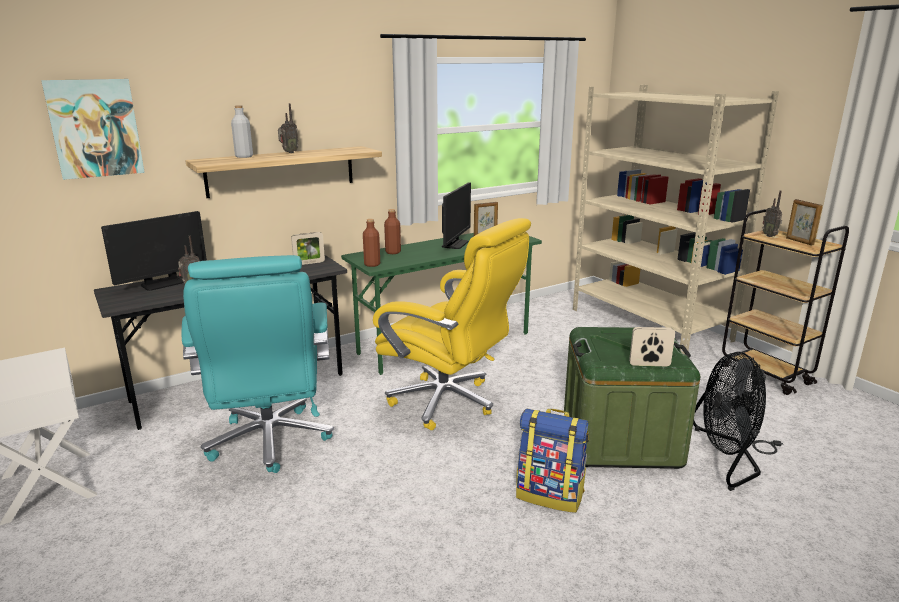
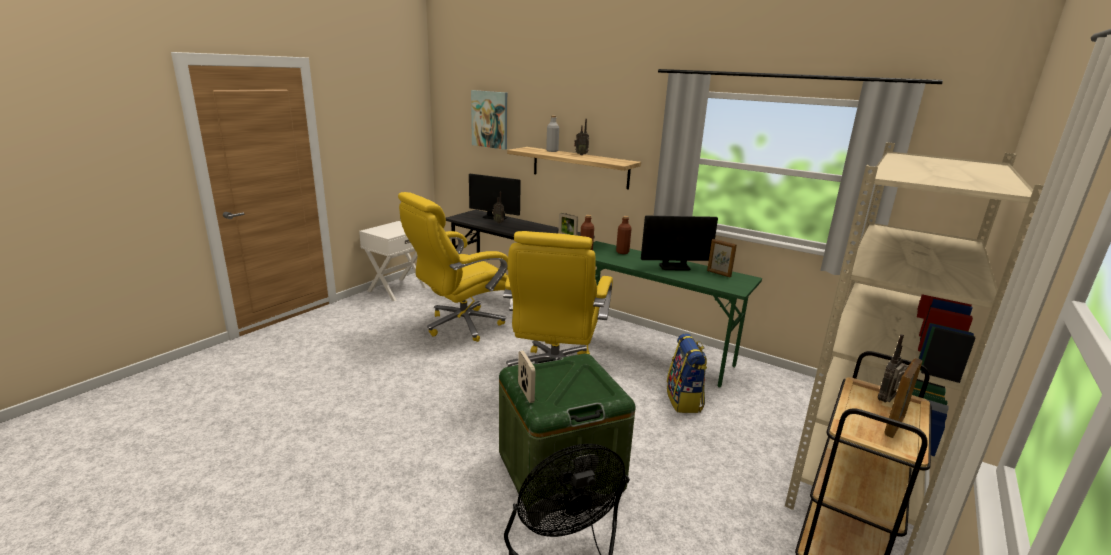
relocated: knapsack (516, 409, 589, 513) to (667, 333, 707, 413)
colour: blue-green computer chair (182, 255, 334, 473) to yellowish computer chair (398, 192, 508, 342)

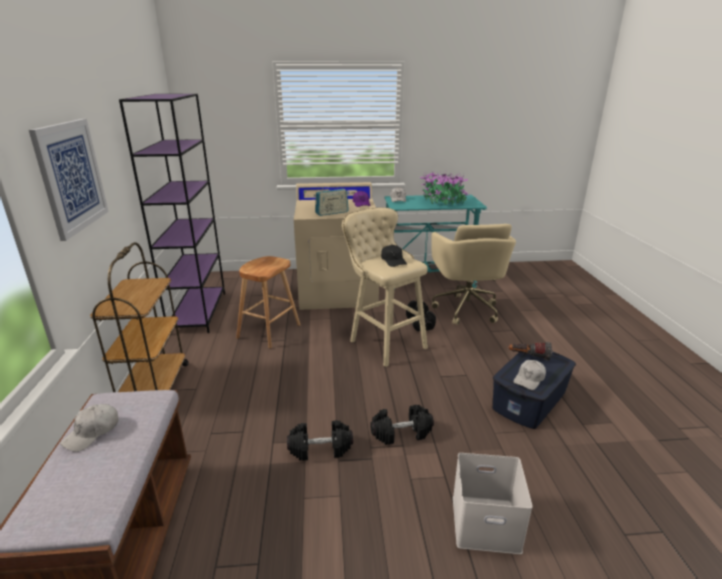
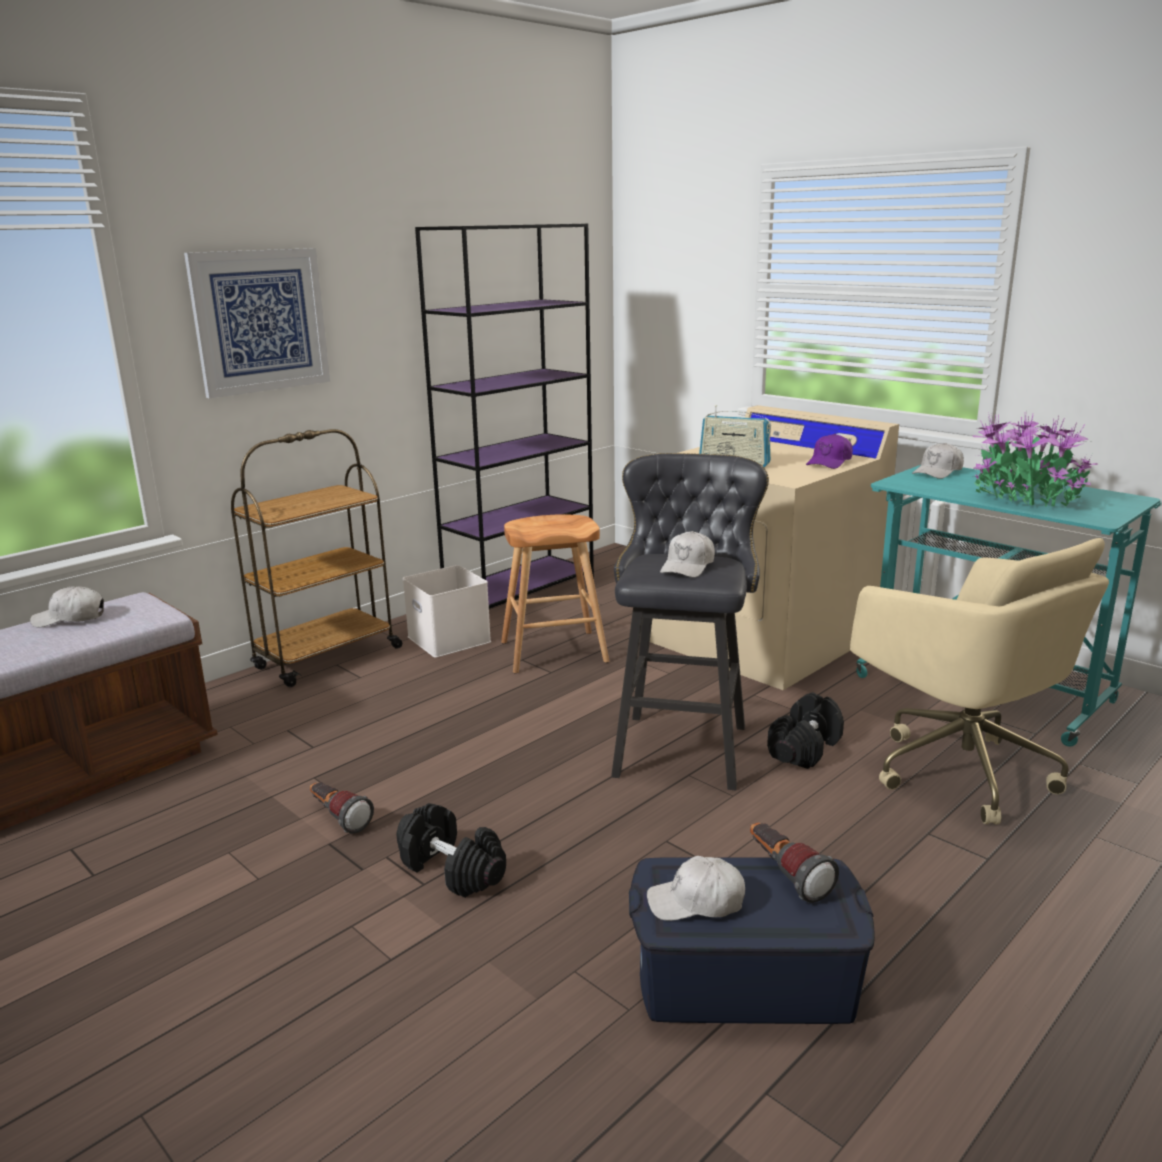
relocated: white storage bin (453, 453, 533, 554) to (403, 565, 491, 658)
exchanged: black hand weight (287, 420, 353, 461) to flashlight (310, 782, 374, 834)
colour: sand-coloured stool (342, 207, 428, 367) to black stool (611, 453, 769, 790); black cap (381, 245, 407, 267) to white cap (660, 531, 715, 578)
spun: sand-coloured computer chair (431, 224, 516, 325) = (850, 538, 1109, 824) 75 degrees counterclockwise

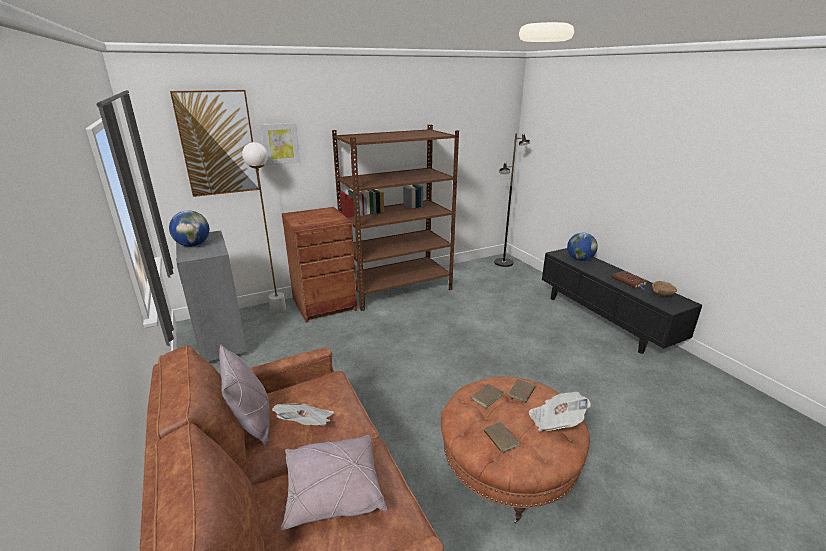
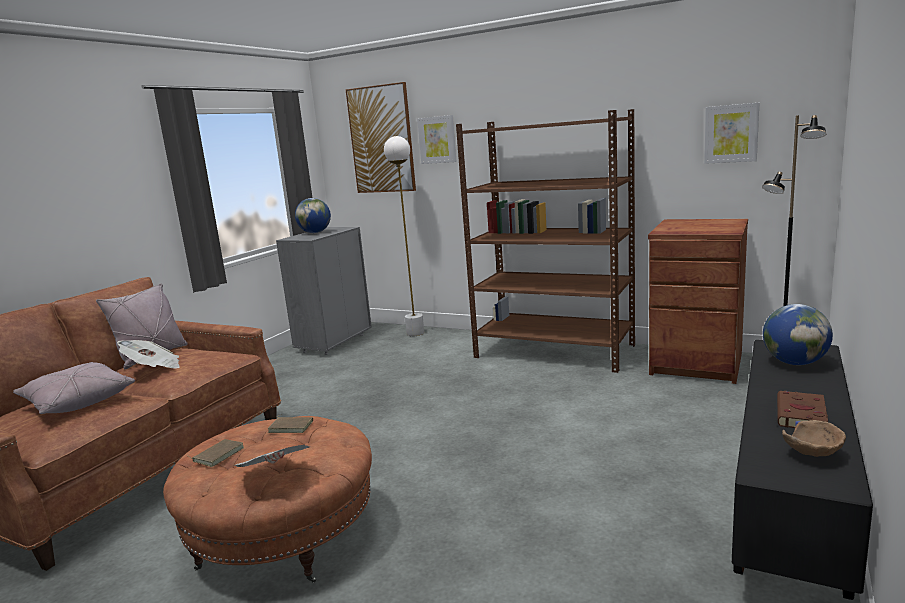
missing: brown volume (508, 379, 540, 403)
appeared: wall art (704, 103, 759, 164)
relocated: brown dresser (282, 207, 357, 323) to (648, 219, 748, 384)

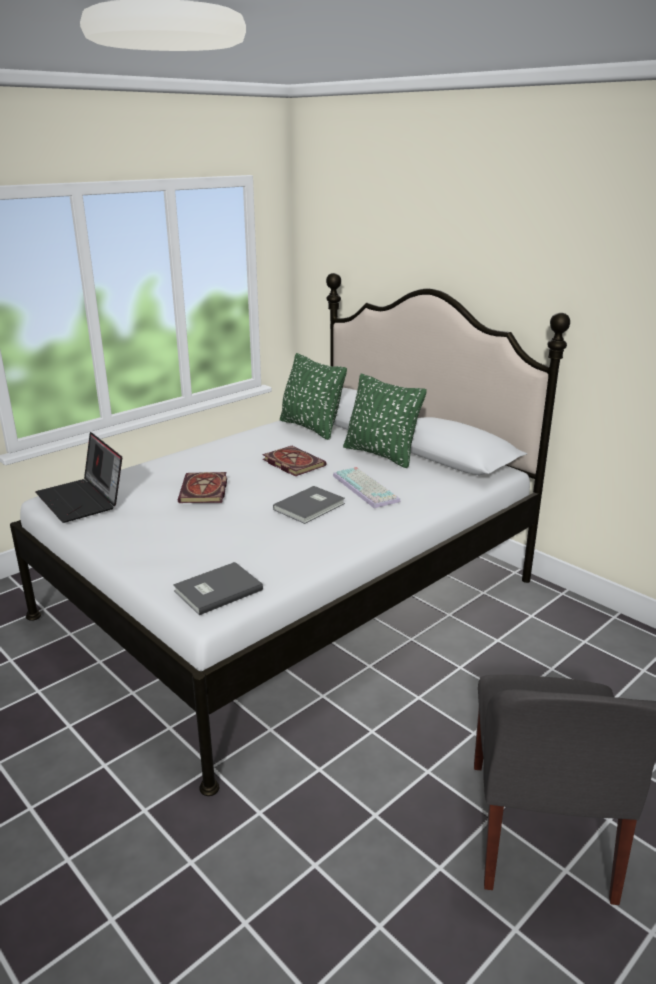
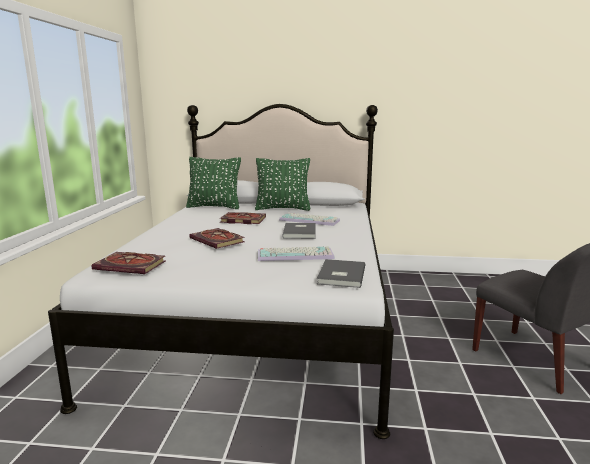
appeared: keyboard (258, 247, 335, 261)
exchanged: portable computer (36, 432, 122, 523) to volume (91, 252, 165, 274)

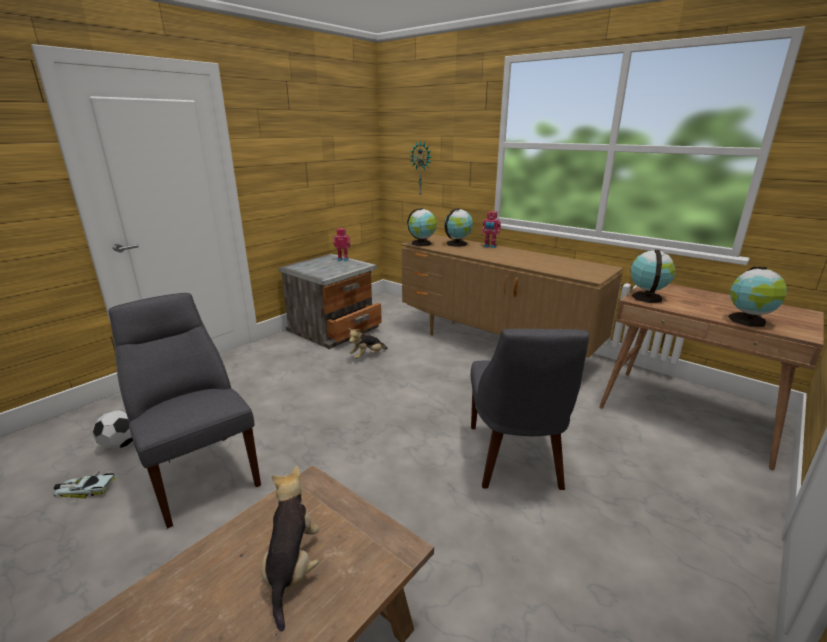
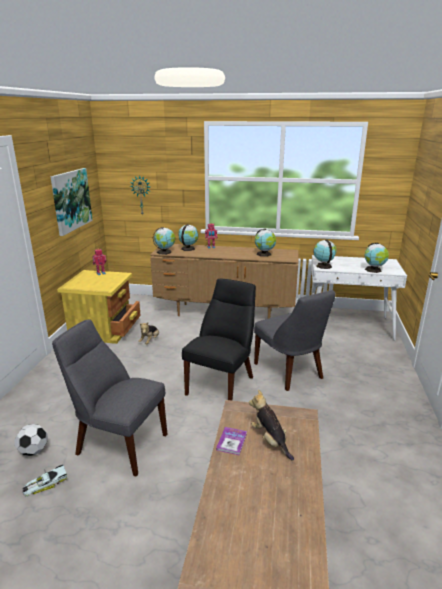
appeared: wall art (50, 168, 93, 236); globe (255, 229, 276, 257); black plain chair (182, 279, 256, 401); volume (216, 427, 247, 455)
colour: greyish bedside table (279, 254, 382, 349) to yellowish bedside table (57, 270, 141, 344); brown desk (599, 284, 824, 470) to white desk (311, 255, 407, 341)

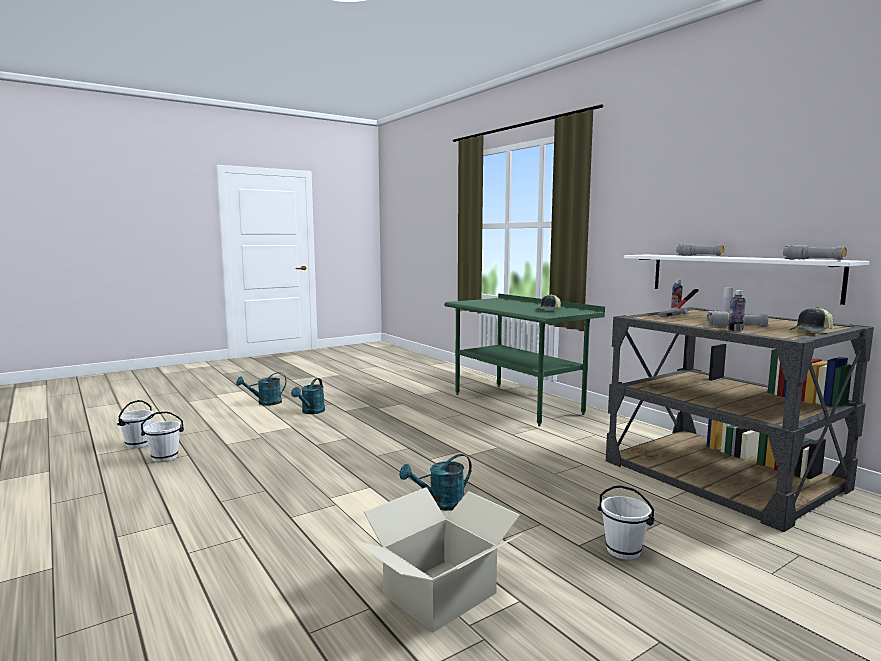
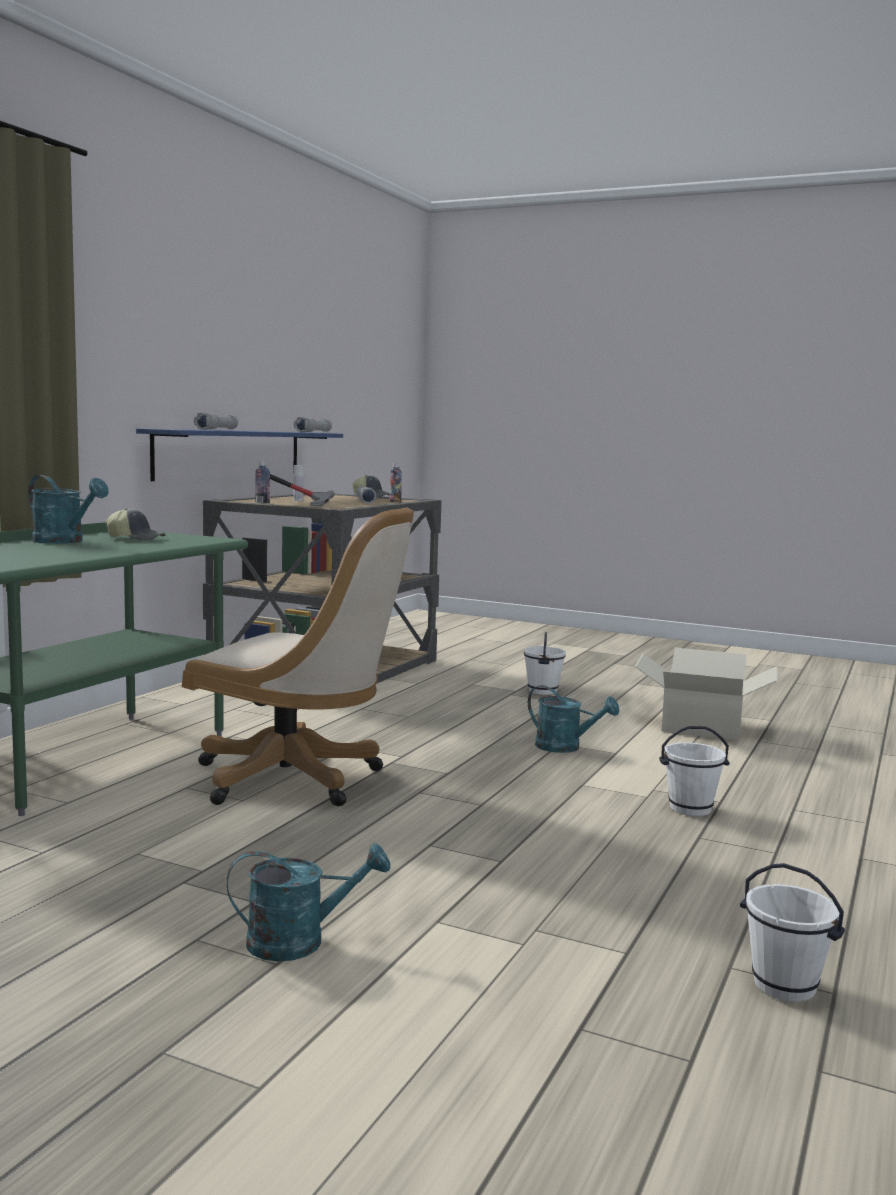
appeared: computer chair (182, 508, 414, 806)
relocated: blue-green sprinkling can (236, 372, 286, 406) to (28, 475, 109, 544); white water bucket (117, 400, 154, 448) to (659, 726, 730, 816)
colour: white wall shelf (624, 255, 870, 305) to blue-coloured wall shelf (136, 428, 343, 481)

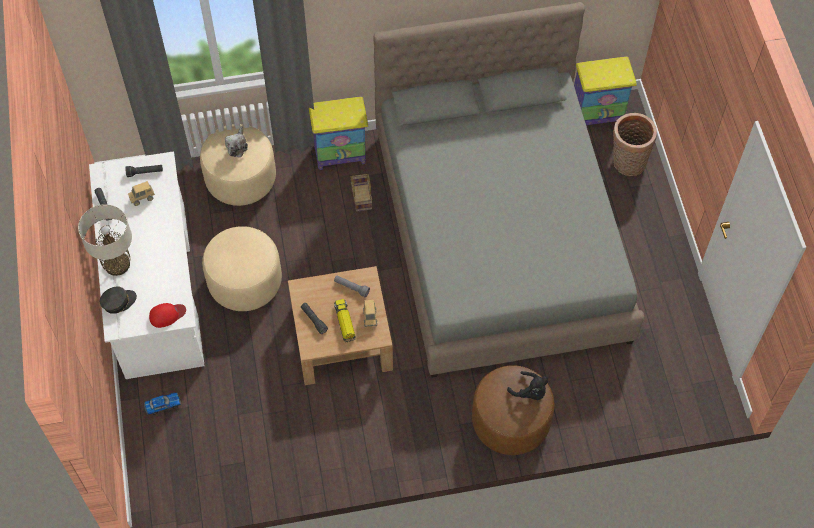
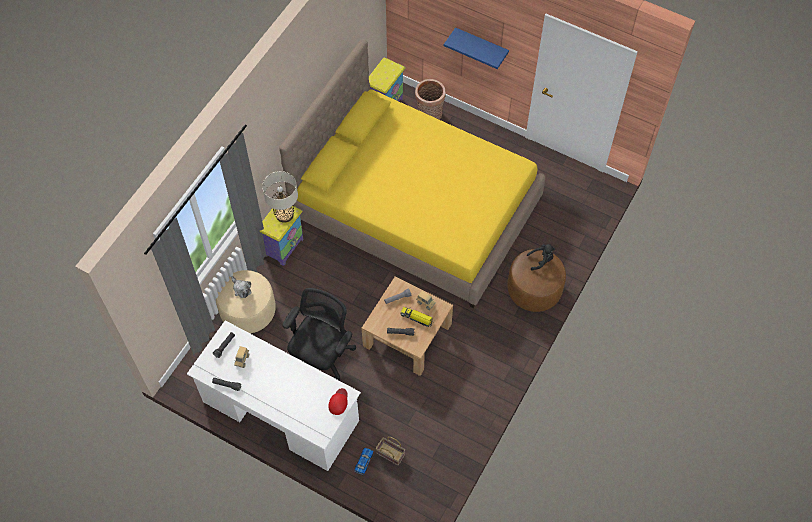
missing: greyish cap (100, 286, 137, 314)
appeared: blue-coloured wall shelf (444, 27, 509, 69)
relocated: basket (350, 174, 372, 212) to (376, 437, 405, 465); table lamp (78, 204, 132, 276) to (262, 171, 298, 223)
exchanged: sand-coloured footrest (202, 226, 282, 311) to black computer chair (282, 288, 356, 380)
colour: greyish bedroom bed (374, 2, 644, 378) to yellowish bedroom bed (279, 39, 546, 308)

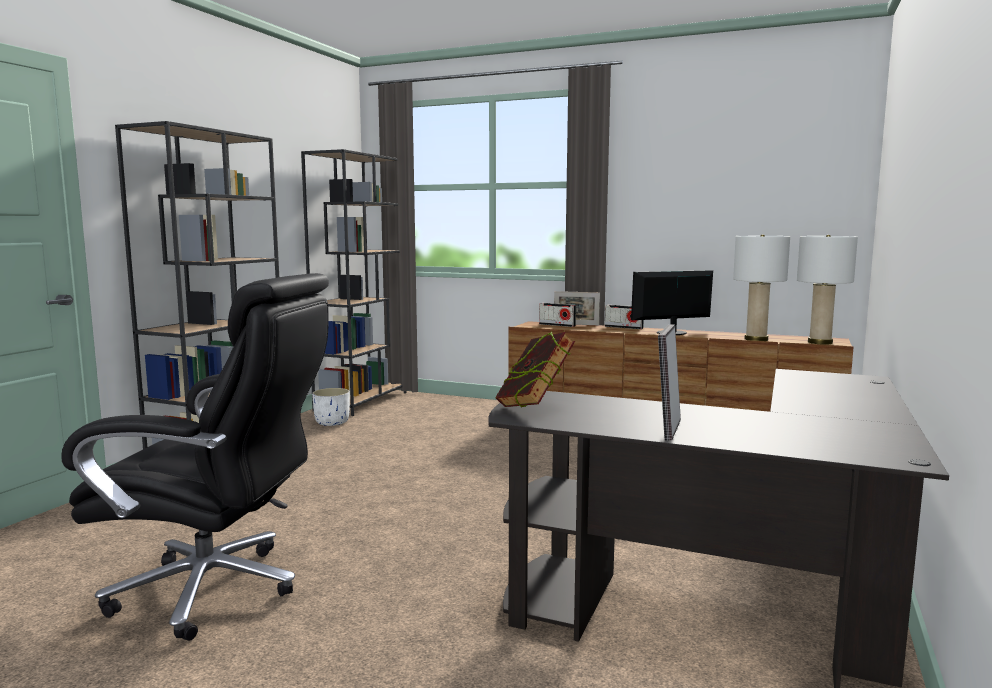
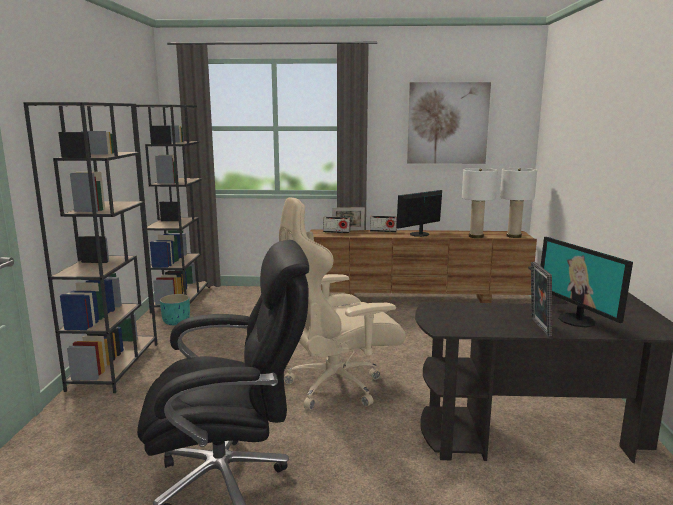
missing: volume (495, 332, 575, 408)
appeared: wall art (407, 82, 491, 164); sand-coloured computer chair (279, 197, 406, 410); computer display (541, 237, 633, 328)
colour: white flower pot (312, 388, 350, 426) to blue-green flower pot (160, 294, 190, 325)

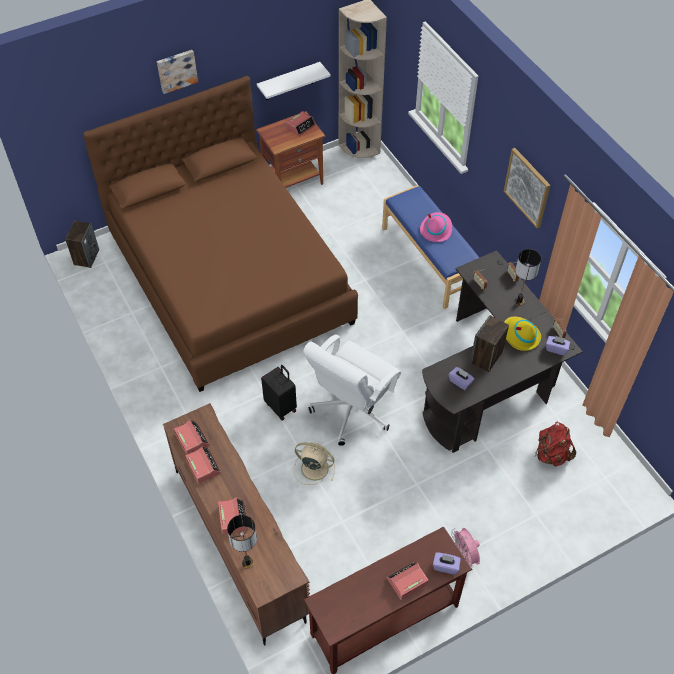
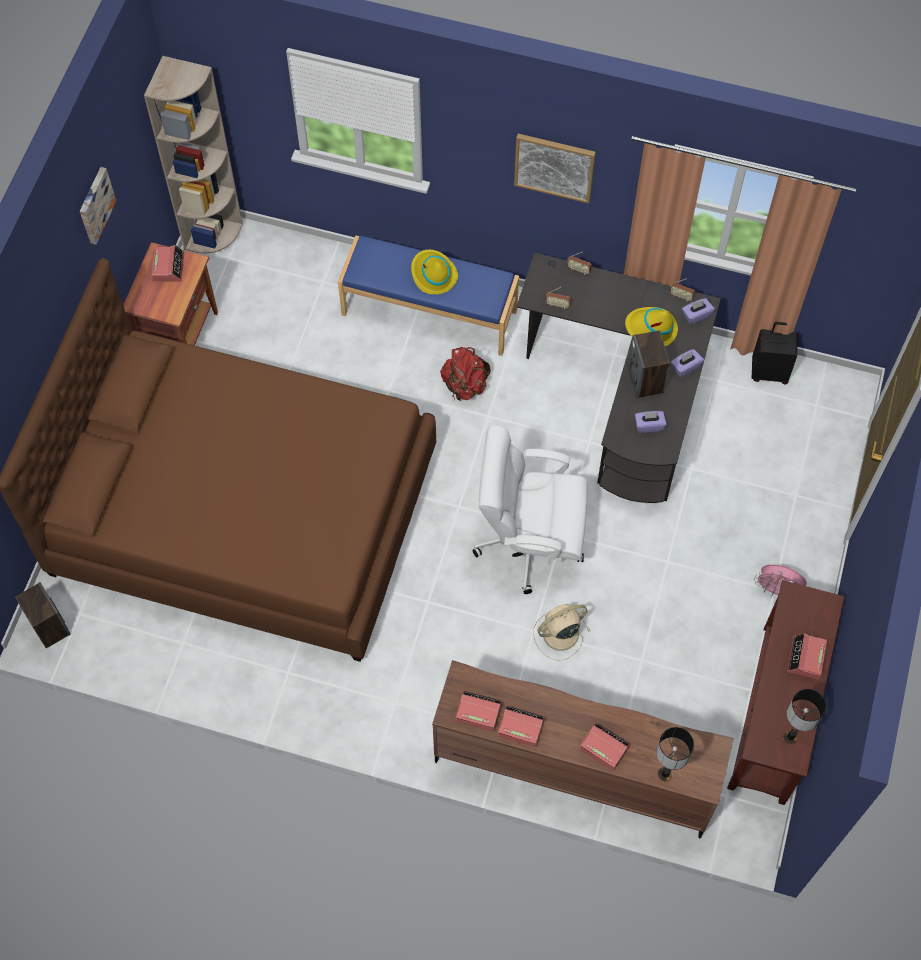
missing: white wall shelf (257, 62, 331, 100)
relocated: wall art (157, 50, 198, 94) to (80, 167, 116, 245); table lamp (514, 249, 541, 306) to (783, 689, 826, 744); black travel case (261, 365, 297, 421) to (751, 322, 798, 384); red knapsack (536, 422, 576, 466) to (440, 347, 491, 401); purple-coloured tissue box (433, 553, 461, 575) to (671, 349, 704, 377)
colour: pink hat (420, 212, 452, 242) to yellowish hat (411, 250, 458, 295)
spun: white computer chair (303, 334, 401, 446) = (472, 426, 588, 594) 105 degrees clockwise

